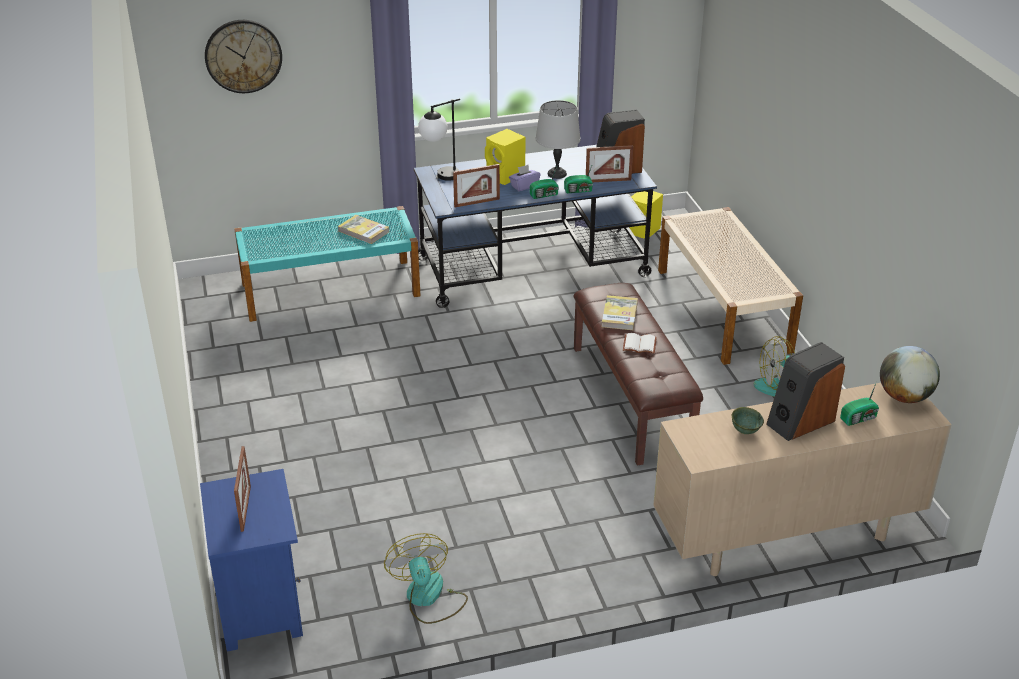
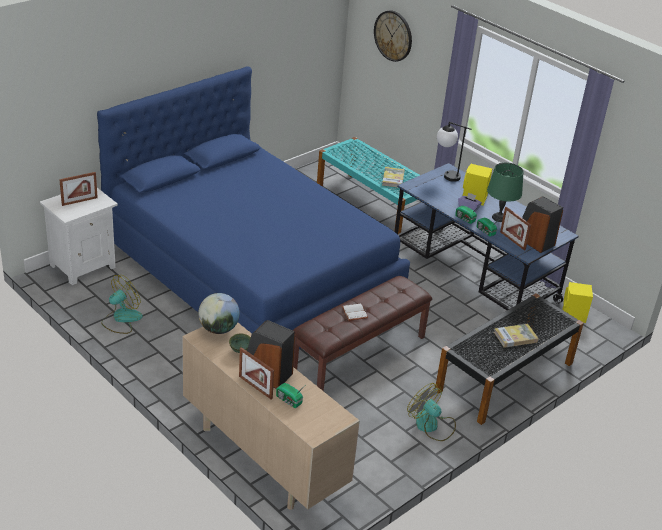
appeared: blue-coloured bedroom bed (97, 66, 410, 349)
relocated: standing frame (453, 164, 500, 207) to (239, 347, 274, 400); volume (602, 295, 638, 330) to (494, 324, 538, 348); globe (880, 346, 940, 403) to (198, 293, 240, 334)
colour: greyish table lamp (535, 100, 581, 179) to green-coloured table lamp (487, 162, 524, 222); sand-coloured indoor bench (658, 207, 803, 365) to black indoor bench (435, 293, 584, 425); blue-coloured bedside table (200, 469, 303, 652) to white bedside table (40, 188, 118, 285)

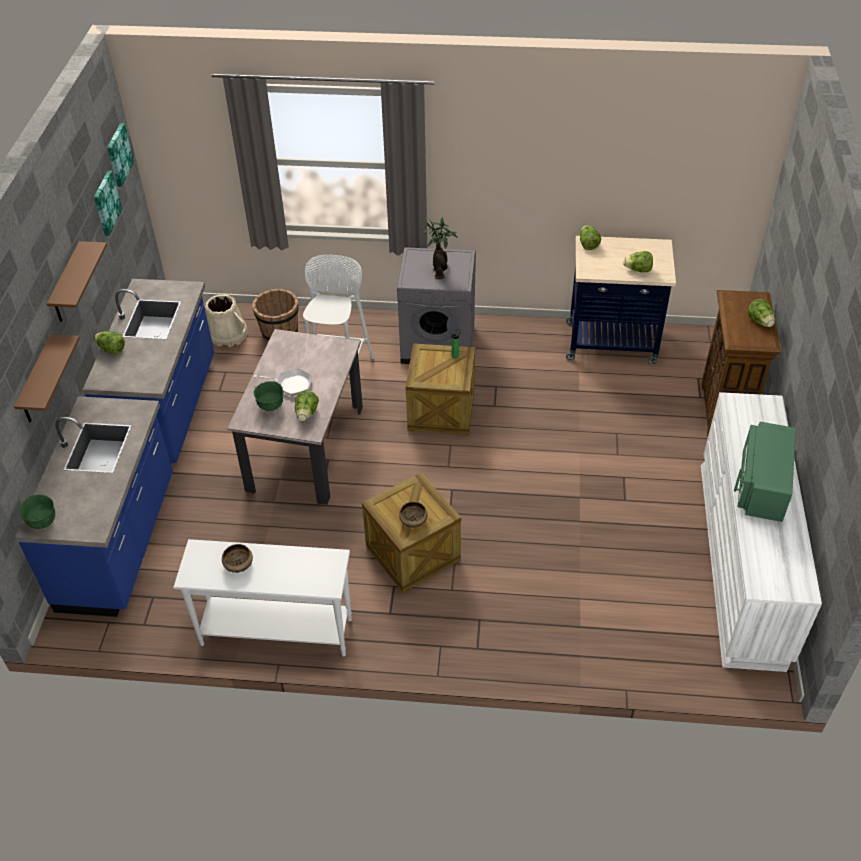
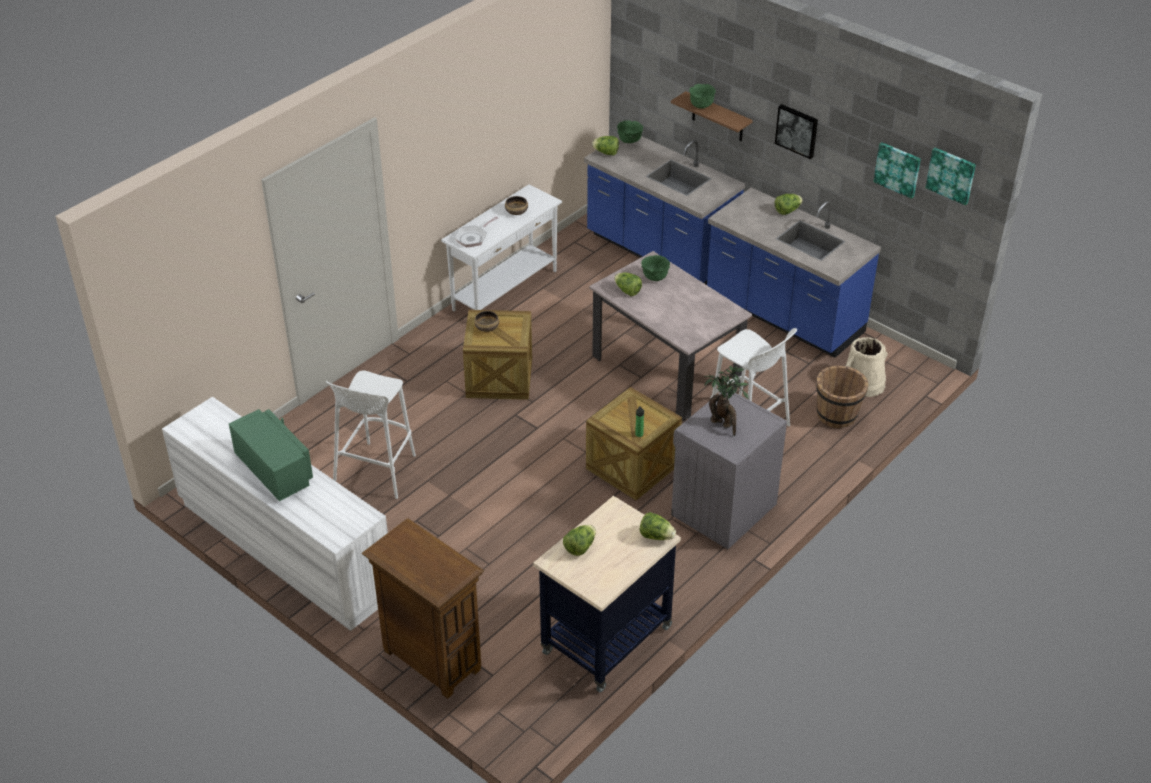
appeared: green-coloured deep dish (689, 84, 716, 109); white stool (326, 371, 416, 499)
relocated: head of lettuce (748, 299, 775, 327) to (592, 136, 619, 156); frying pan (253, 369, 312, 396) to (454, 216, 498, 247)
exchanged: brown wall shelf (47, 241, 107, 322) to wall art (775, 104, 818, 159)

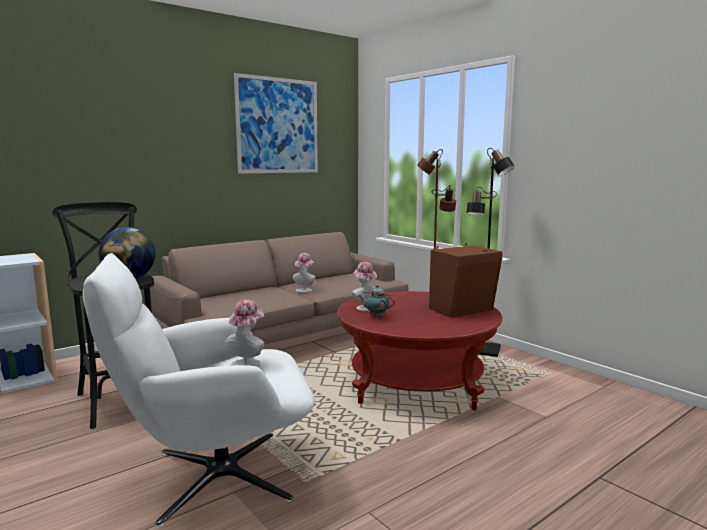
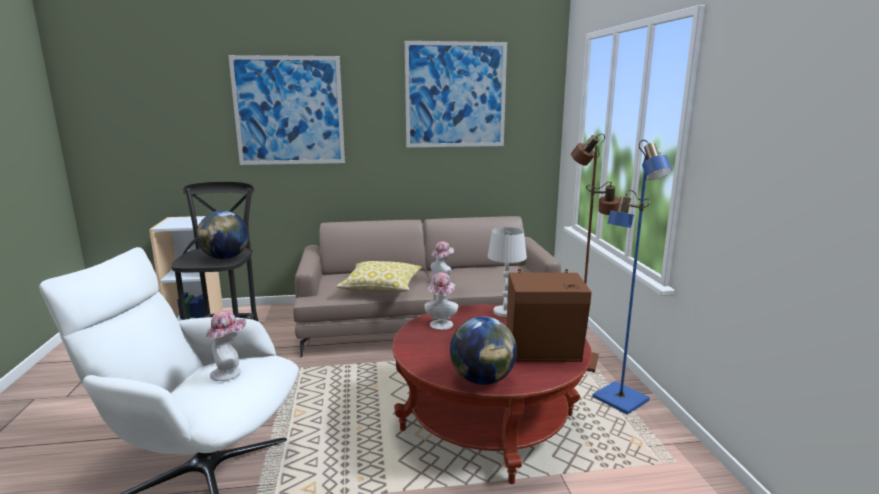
missing: pot for tea (359, 285, 395, 318)
appeared: wall art (228, 55, 345, 165); white table lamp (488, 227, 527, 317); pillow (336, 261, 422, 294); globe (450, 316, 517, 385)
colour: black floor lamp (467, 148, 515, 357) to blue-coloured floor lamp (592, 140, 672, 415)

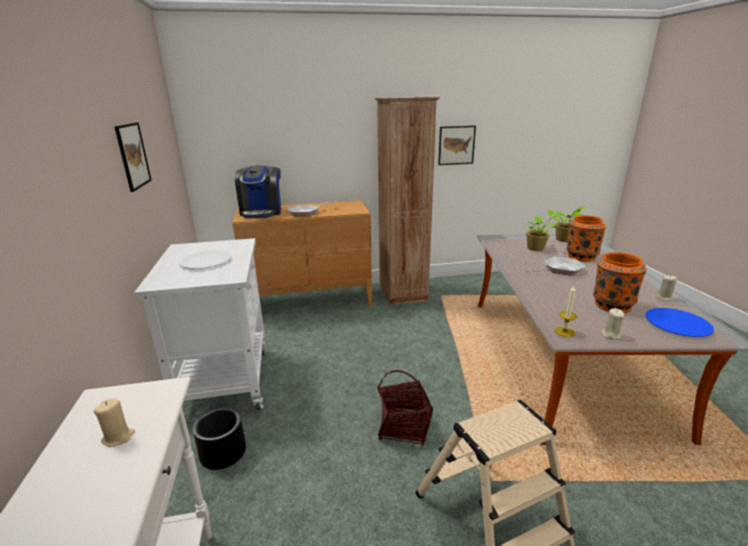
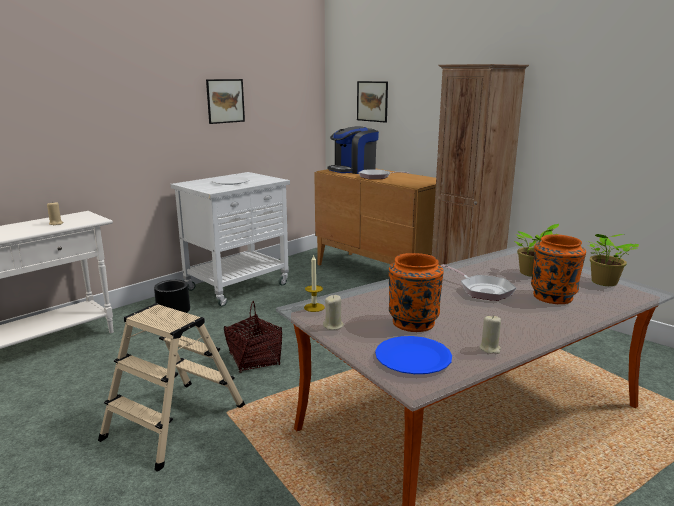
relocated: wall art (438, 126, 476, 165) to (357, 81, 388, 123)

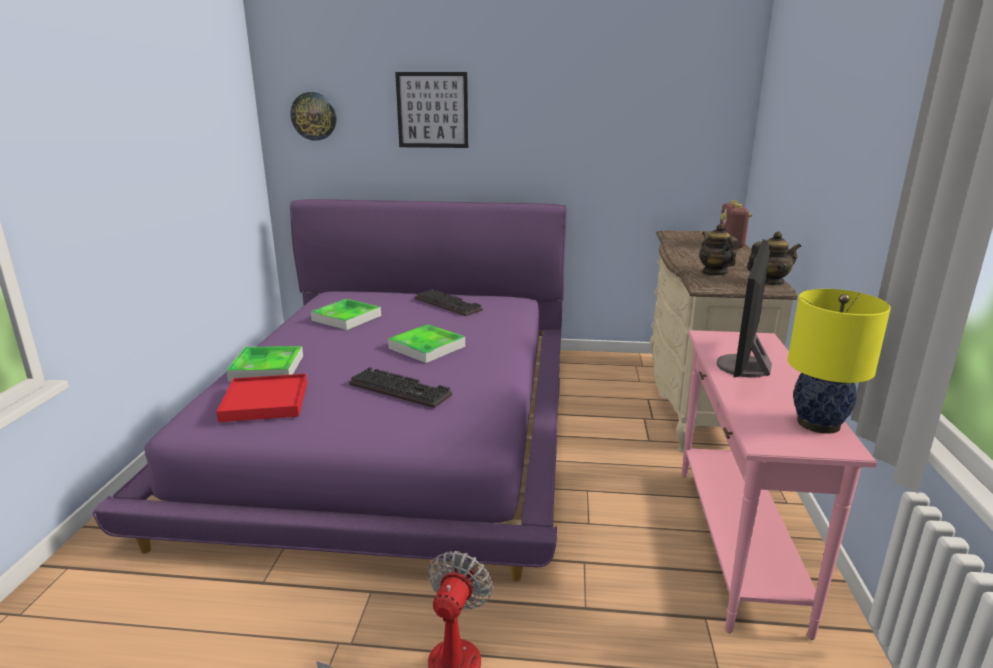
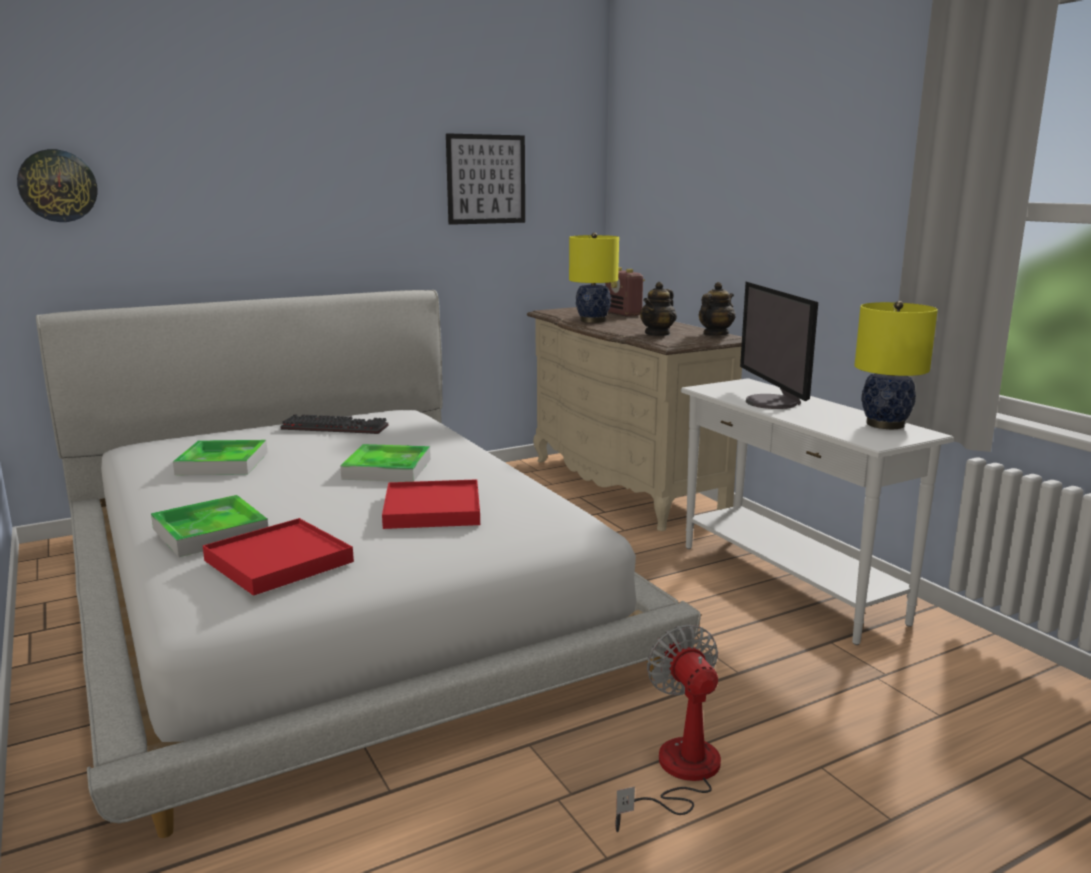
appeared: yellowish table lamp (569, 232, 619, 323)
relocated: wall art (395, 72, 468, 148) to (446, 133, 525, 225)
exchanged: keyboard (349, 367, 452, 408) to red serving tray (382, 479, 480, 529)
colour: purple-coloured bedroom bed (93, 199, 567, 582) to white bedroom bed (36, 290, 701, 838); pink console table (682, 330, 877, 640) to white console table (681, 378, 954, 645)
spun: pot for tea (699, 224, 738, 276) = (640, 282, 677, 336) 90 degrees counterclockwise

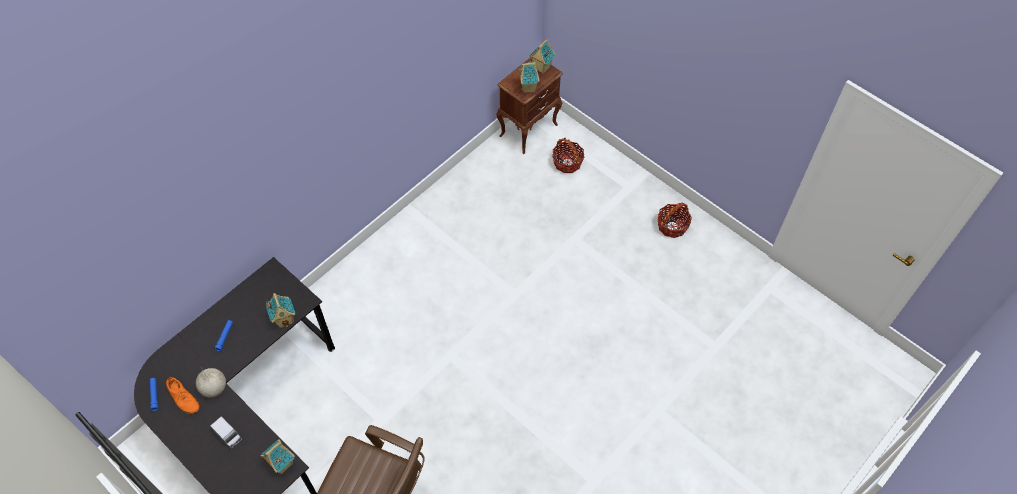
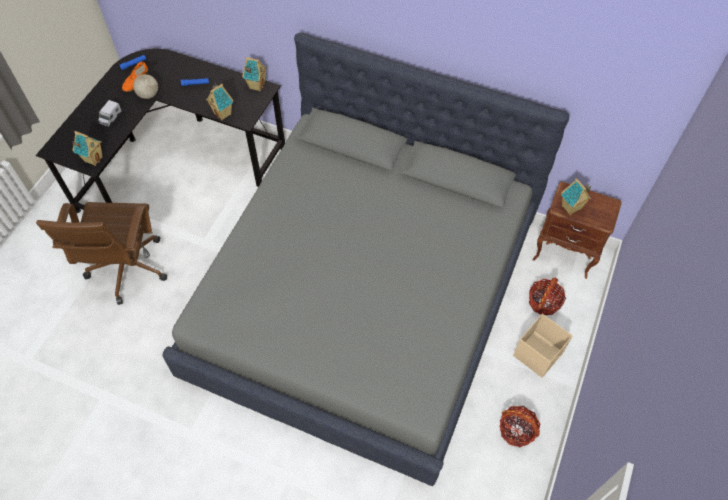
appeared: greyish bedroom bed (163, 32, 569, 486); sand-coloured storage bin (513, 314, 573, 378)
relocated: model house (530, 39, 556, 74) to (242, 57, 267, 91)

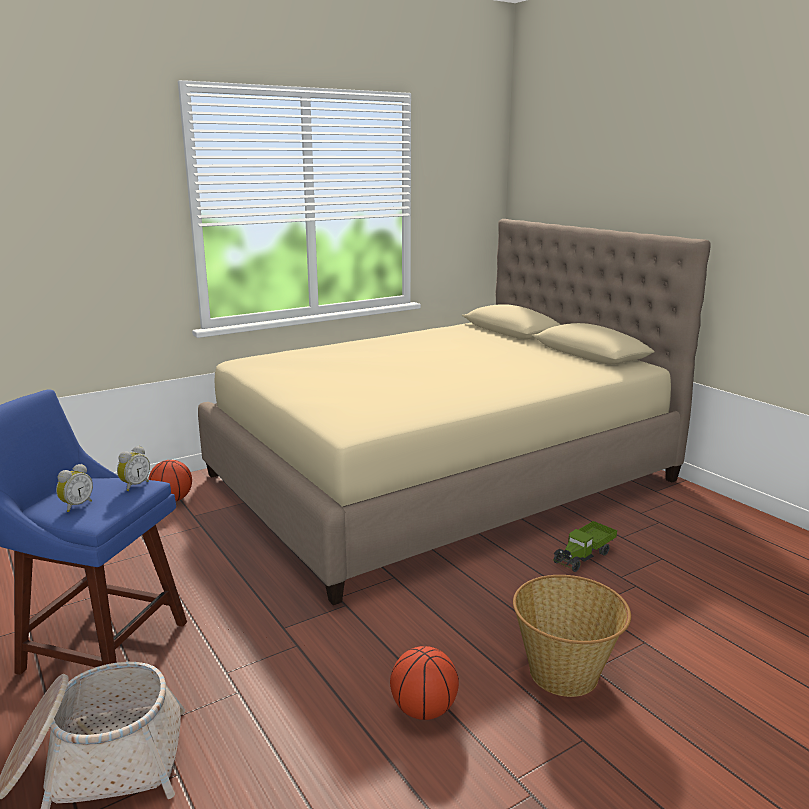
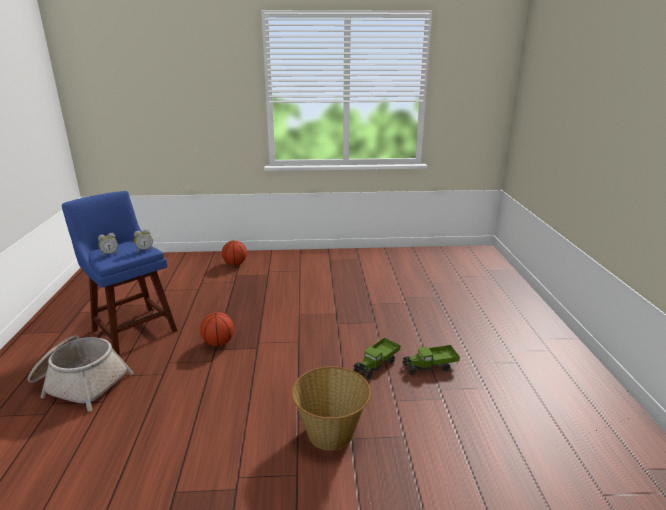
missing: sand-coloured bedroom bed (198, 219, 711, 605)
appeared: model truck (354, 338, 400, 379)
relocated: basketball (390, 646, 459, 720) to (200, 312, 234, 346)

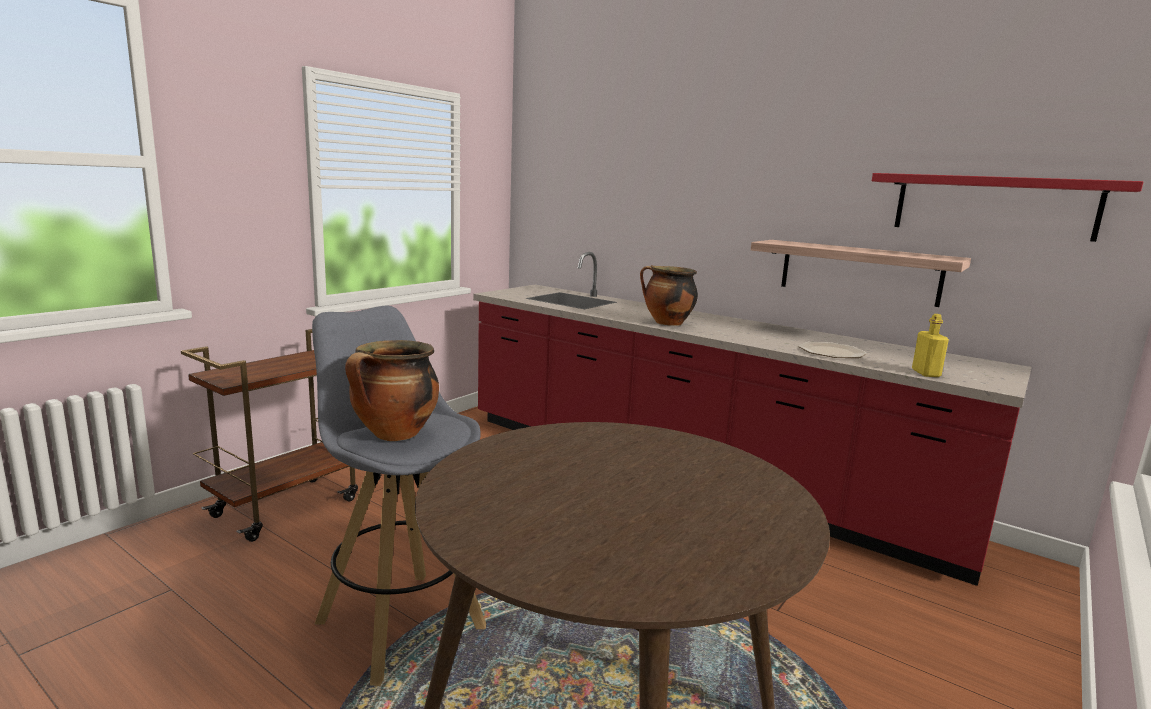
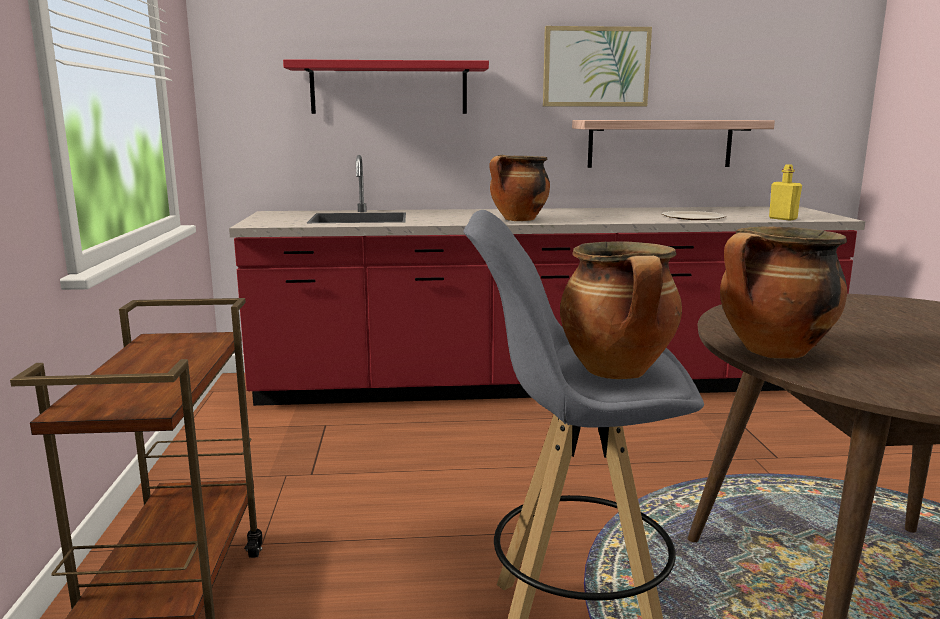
appeared: wall art (543, 26, 652, 107); saucepot (720, 226, 847, 359)
relocated: red wall shelf (872, 173, 1143, 242) to (283, 59, 489, 114)

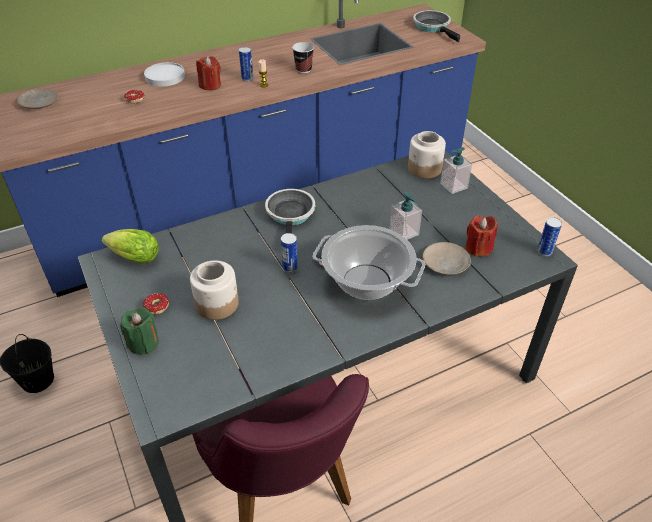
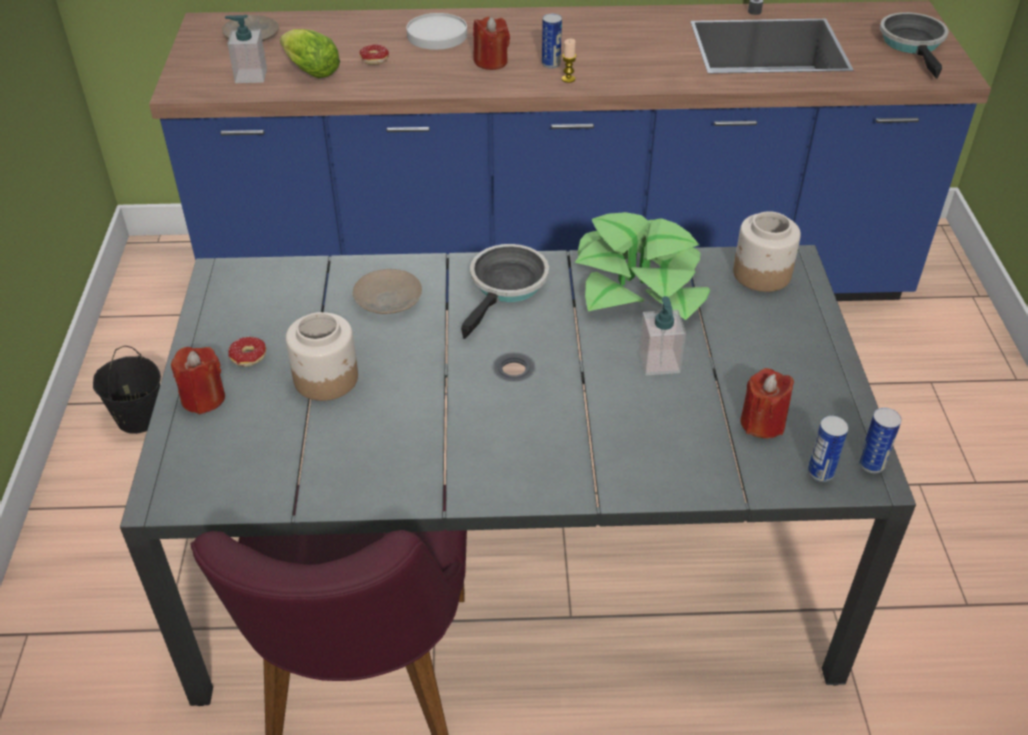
missing: drinking cup (292, 42, 314, 74); saucepot (312, 225, 425, 300)
appeared: plant in a pot (575, 212, 710, 320)
relocated: soap bottle (440, 147, 472, 194) to (225, 15, 267, 83); head of lettuce (102, 229, 159, 264) to (280, 29, 340, 78); sealed can (281, 233, 298, 273) to (808, 416, 849, 482); sand-coloured dinner plate (423, 242, 471, 275) to (353, 269, 422, 314)
colour: green-coloured wax light (120, 307, 159, 355) to red wax light (171, 347, 225, 414)

